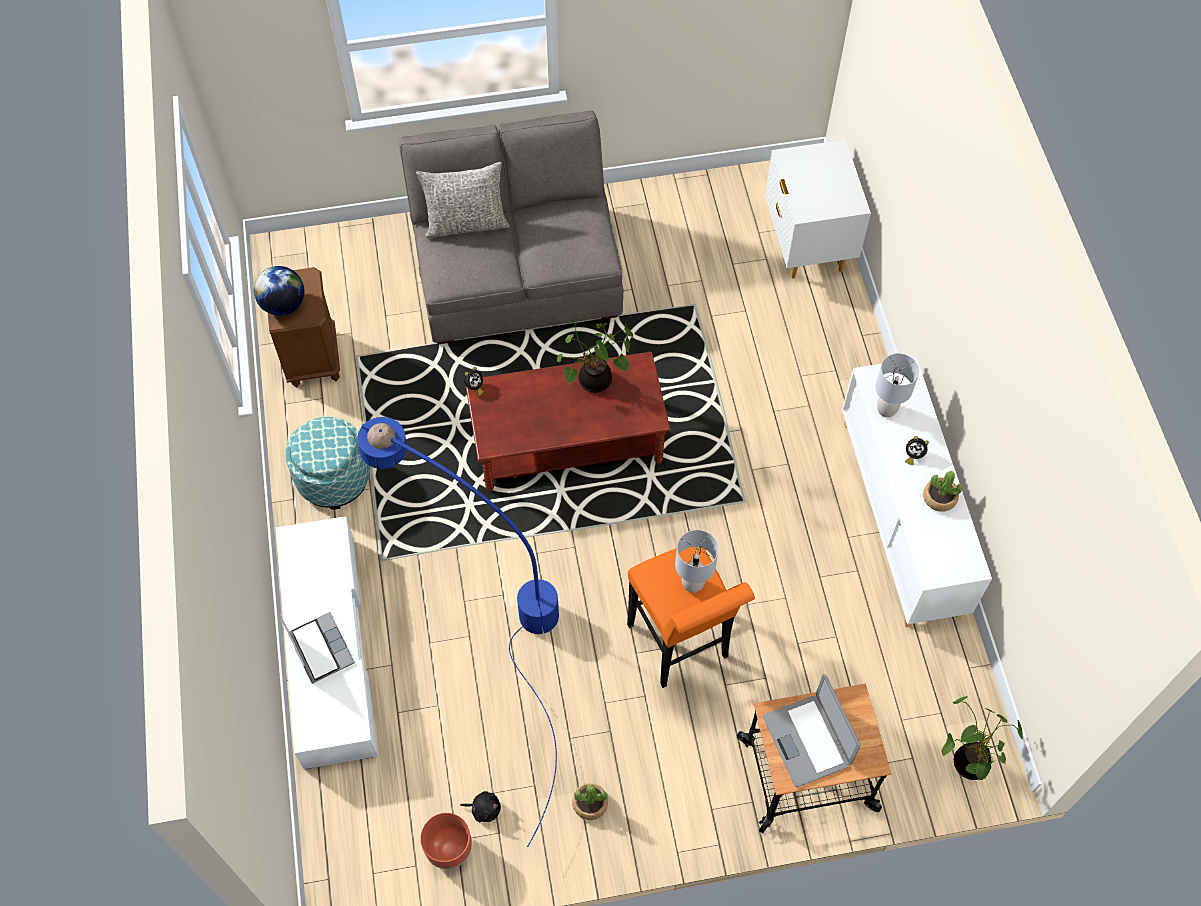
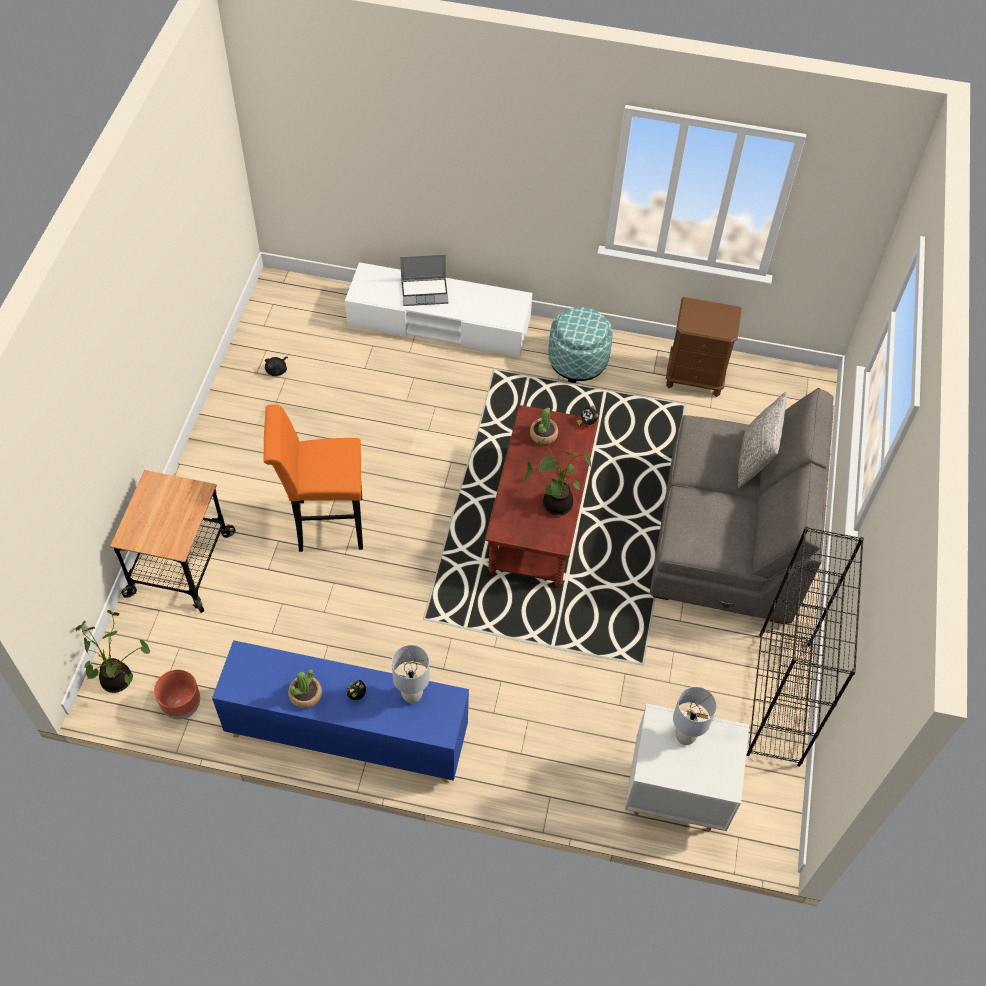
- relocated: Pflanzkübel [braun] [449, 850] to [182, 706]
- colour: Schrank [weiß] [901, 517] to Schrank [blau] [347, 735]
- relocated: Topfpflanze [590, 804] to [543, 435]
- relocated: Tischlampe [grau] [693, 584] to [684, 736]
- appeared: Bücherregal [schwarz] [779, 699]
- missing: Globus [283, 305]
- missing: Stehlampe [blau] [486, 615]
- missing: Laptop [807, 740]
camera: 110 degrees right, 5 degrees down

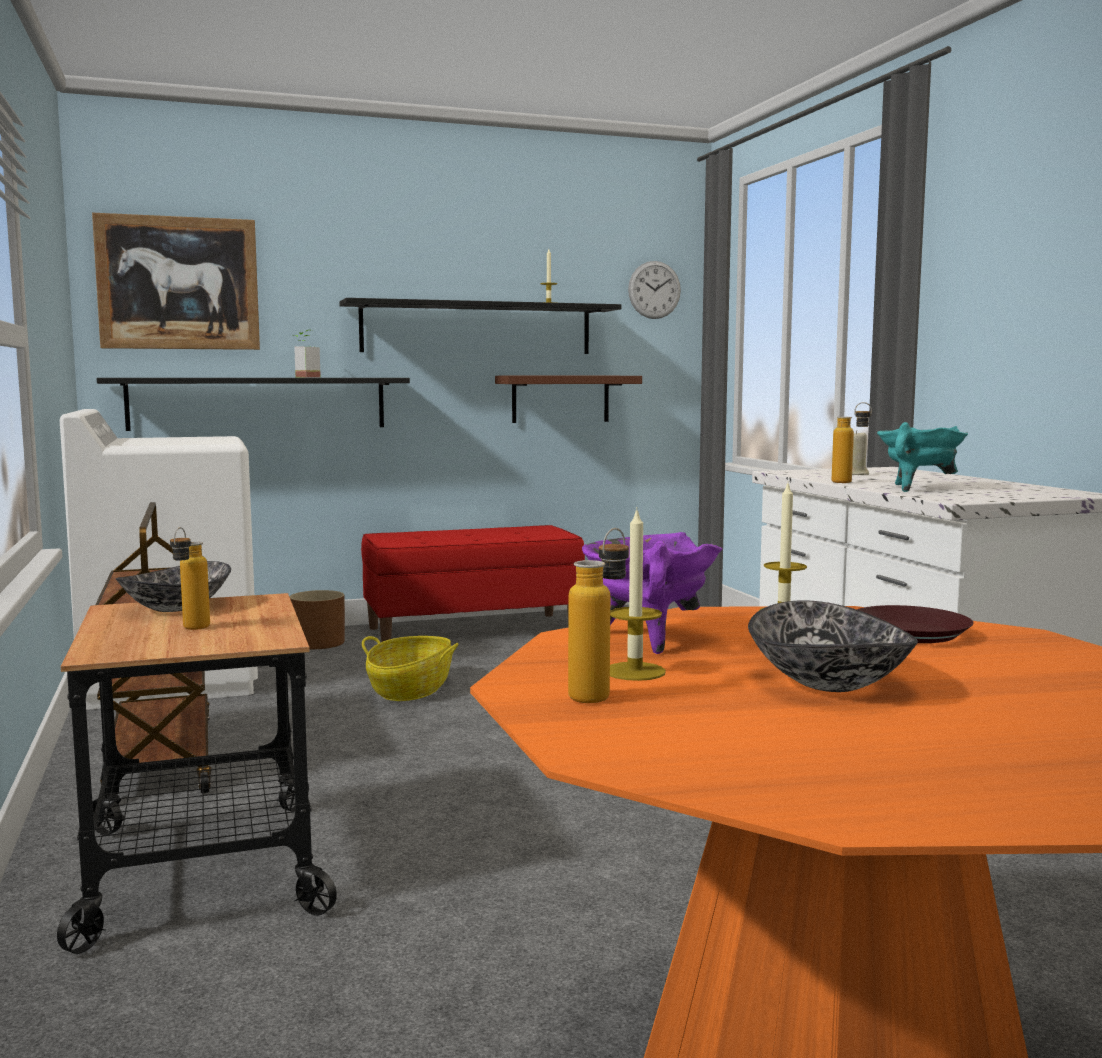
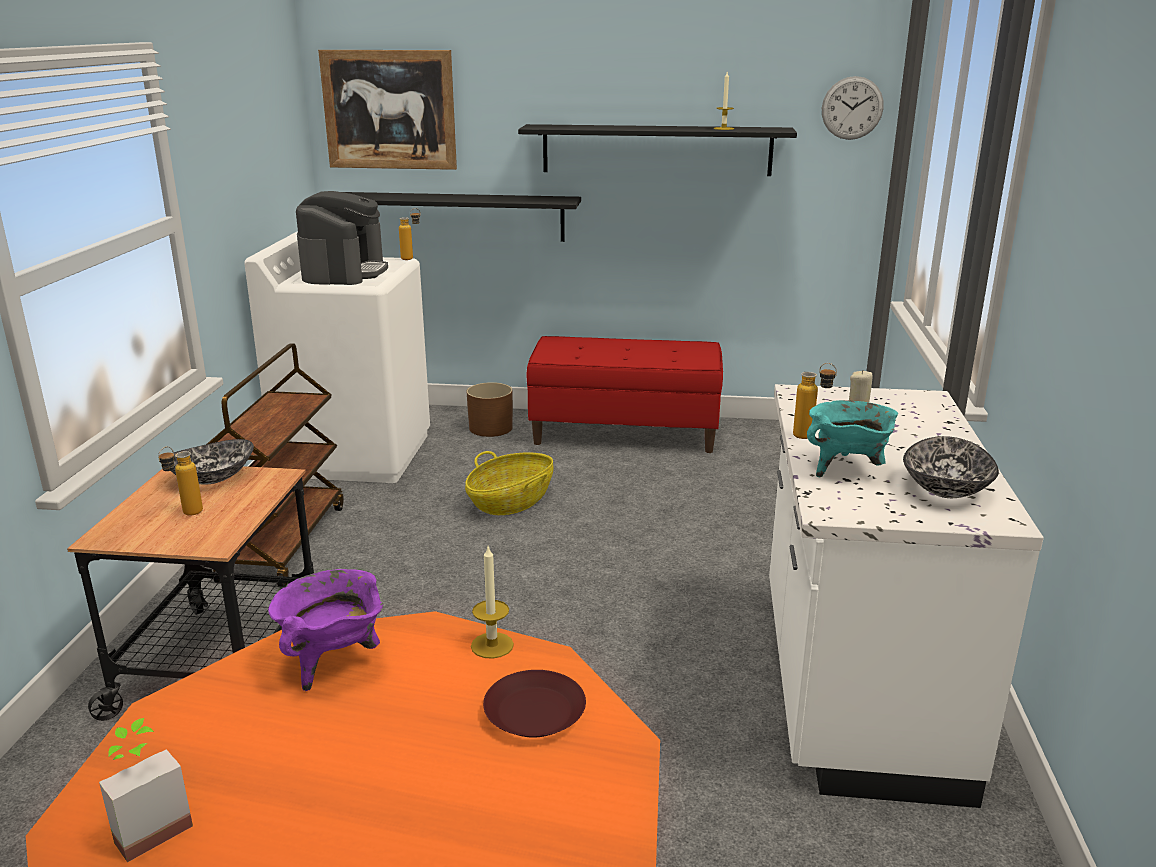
- relocated: Topfpflanze [303, 377] to [148, 826]
- appeared: Kaffeemaschine [344, 272]
- relocated: Flasche [599, 694] to [412, 258]
- relocated: Schüssel [830, 682] to [947, 489]
- missing: Wandregal [braun] [560, 399]
- missing: Kerze [634, 671]
camera: 25 degrees right, 15 degrees up

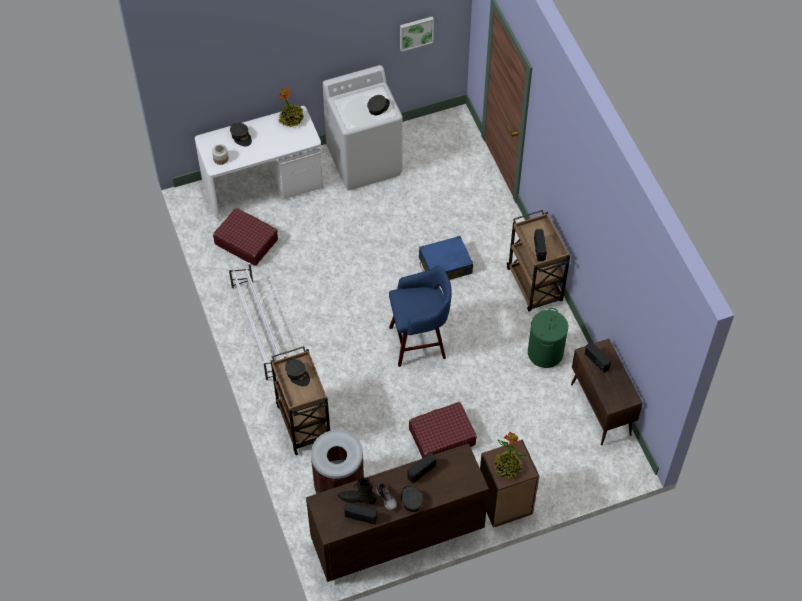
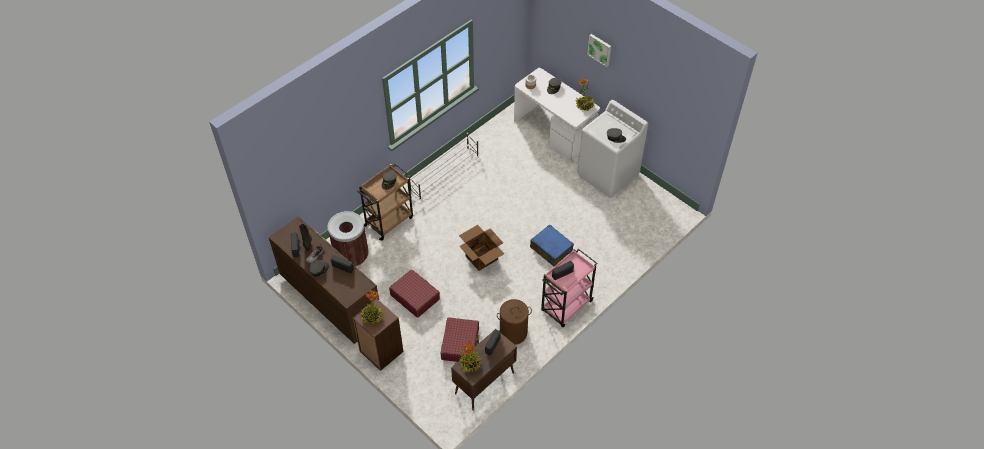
- relocated: Koffer [rot] [246, 242] to [460, 344]
- appeared: Topfpflanze [470, 364]
- exchanged: Hocker [blau] [419, 342] to Karton [481, 258]
- colour: Wäschekorb [grün] [545, 353] to Wäschekorb [braun] [513, 333]
- colour: Rollwagen [braun] [535, 286] to Rollwagen [rosa] [566, 307]
- relocated: Bild [416, 32] to [600, 49]
camera: 65 degrees right, 5 degrees down

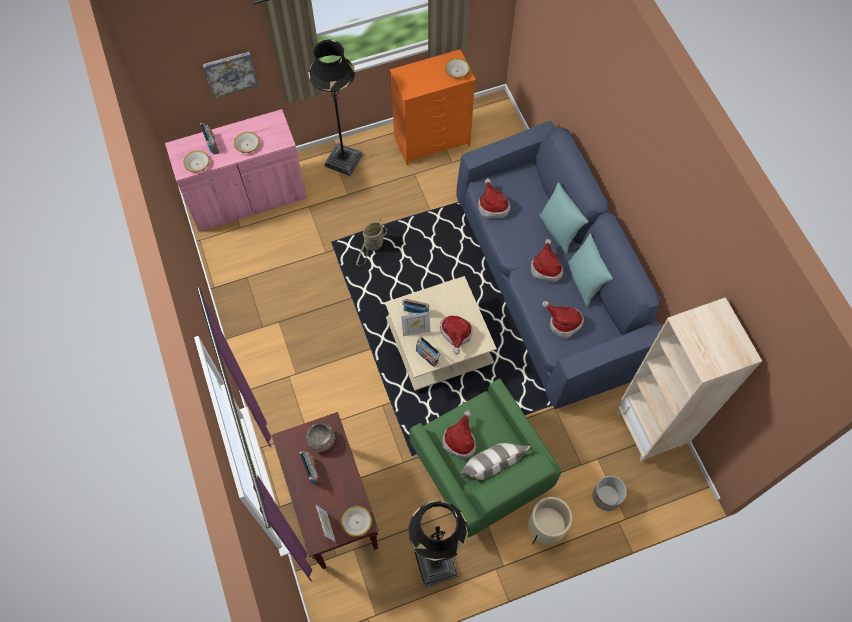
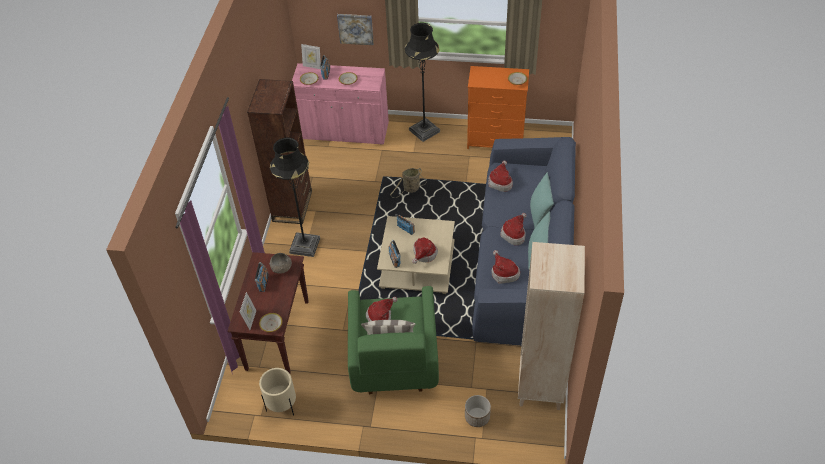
- appeared: Bücherregal [braun] [292, 206]
- relocated: Pflanzkübel [beige] [544, 529] to [282, 406]
- relocated: Stehlampe [schwarz] [436, 564] to [305, 245]
- relocated: Bilderrahmen [416, 331] to [312, 66]
camera: 30 degrees right, 15 degrees down

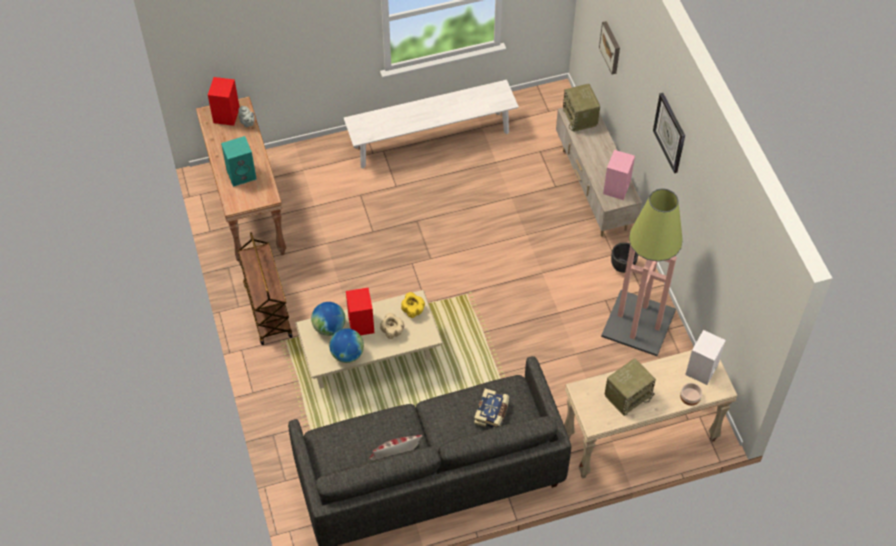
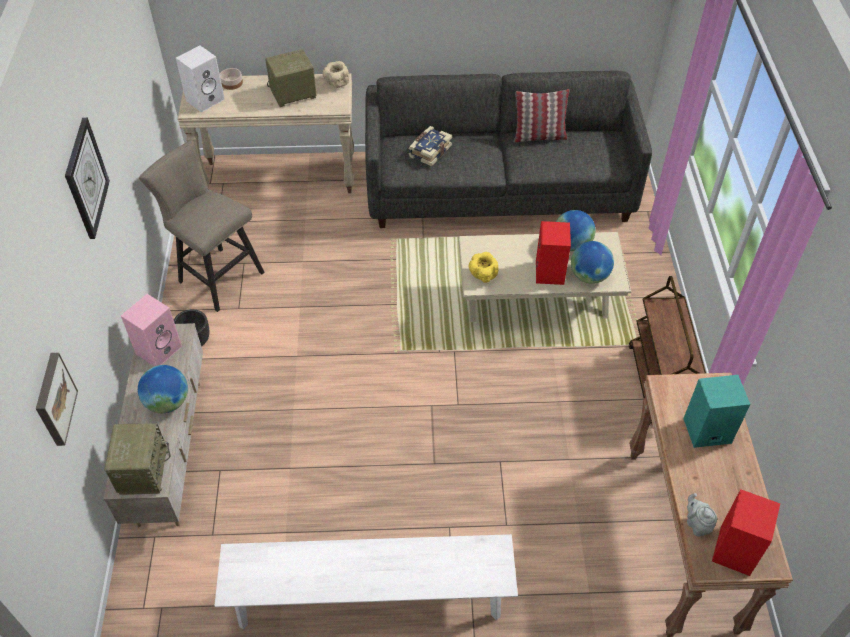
- appeared: Globus [168, 402]
- exchanged: Stehlampe [639, 324] to Hocker [beige] [216, 275]
- relocated: Schüssel [beige] [392, 331] to [336, 83]
camera: 165 degrees left, 5 degrees down

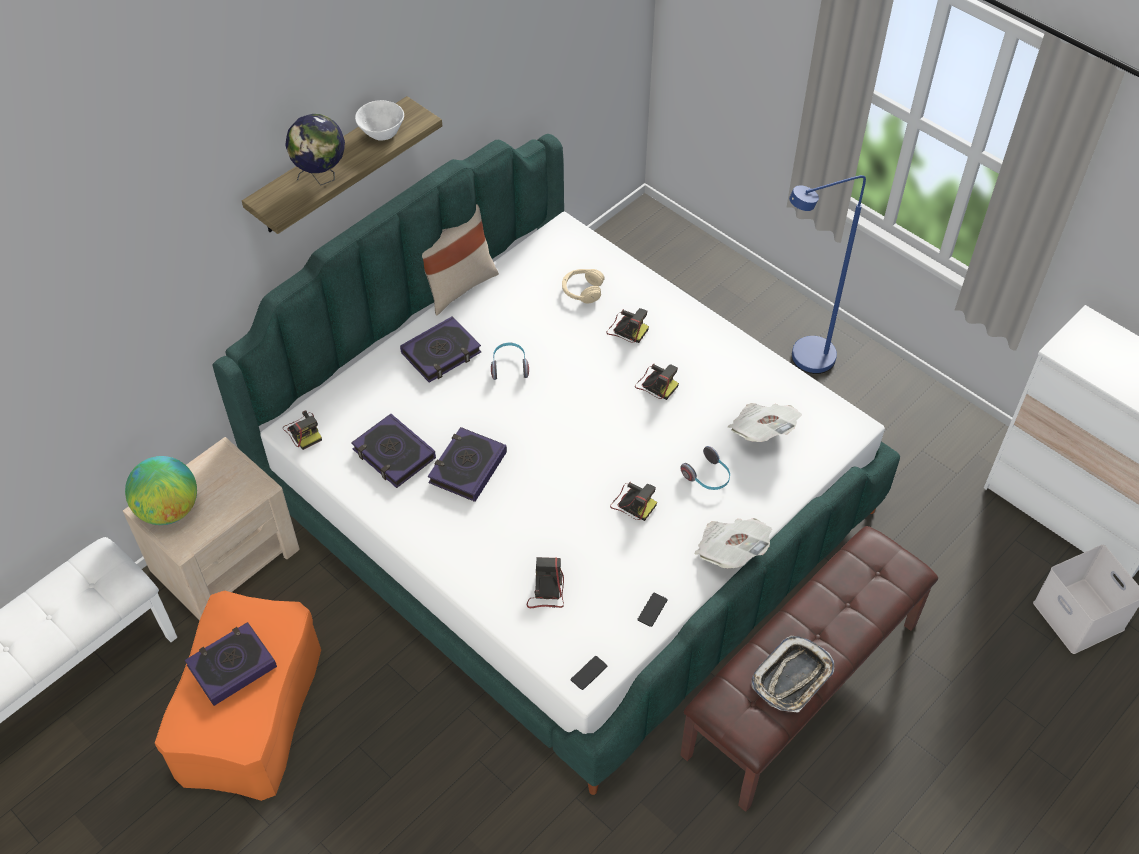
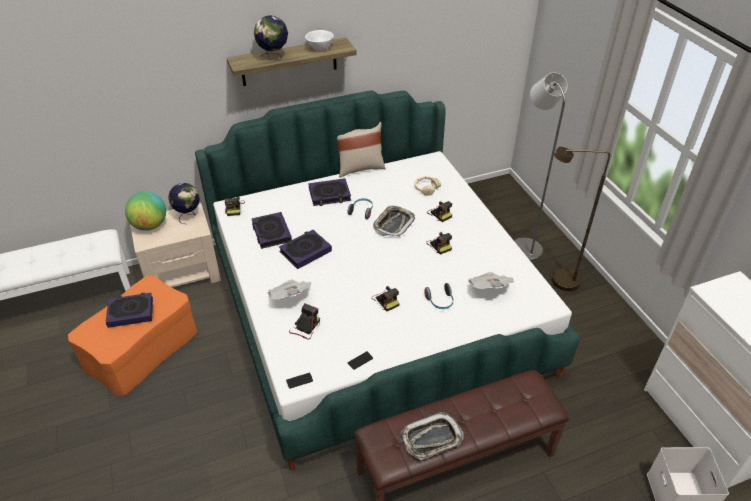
- appeared: Globus [188, 216]
- relocated: Zeitung [730, 551] to [290, 297]
- appeared: Tablett [393, 224]
- appeared: Stehlampe [grau] [523, 246]
- colour: Stehlampe [blau] [802, 362] to Stehlampe [braun] [557, 281]
camera: 25 degrees right, 10 degrees down

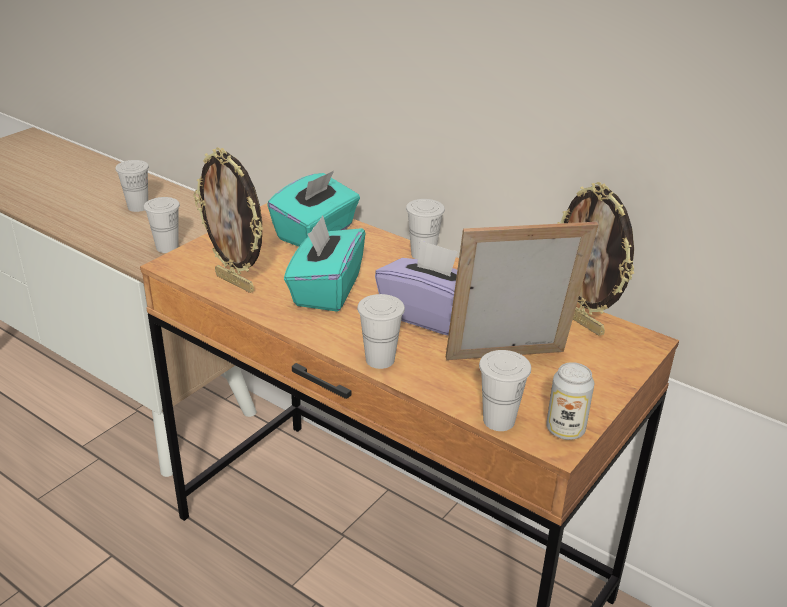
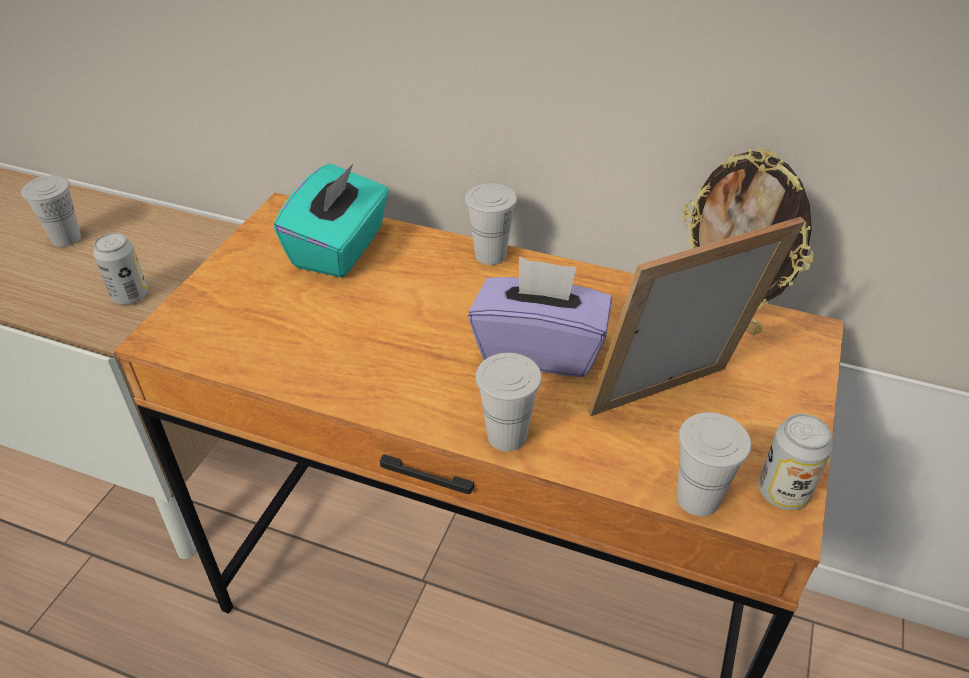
- exchanged: Tasse [weiß] [167, 247] to Dose [130, 295]
- missing: Bilderrahmen [236, 282]
- missing: Taschentuchbox [türkis] [326, 290]
camera: 15 degrees left, 10 degrees up

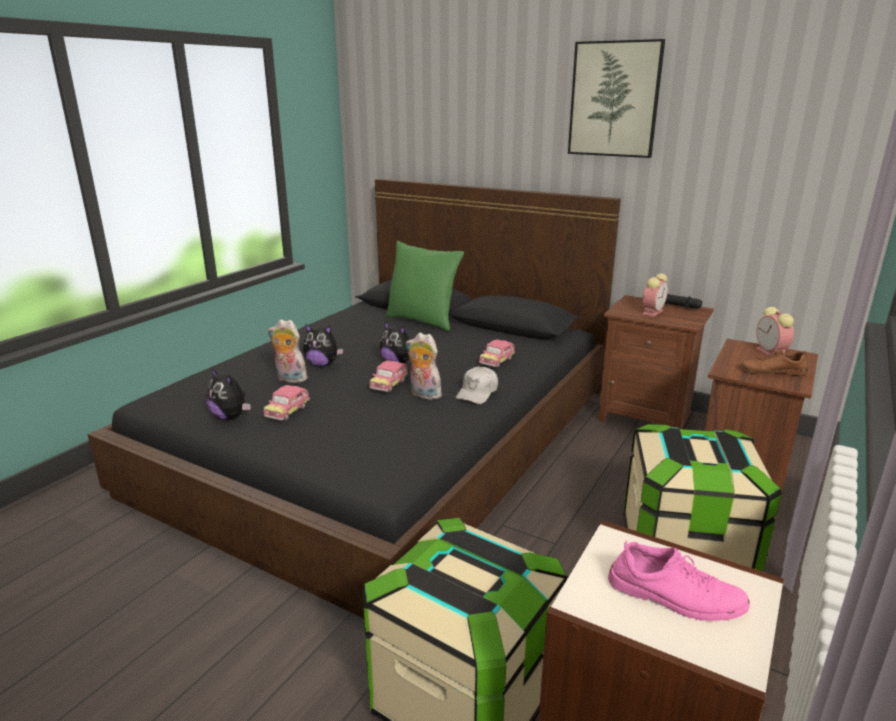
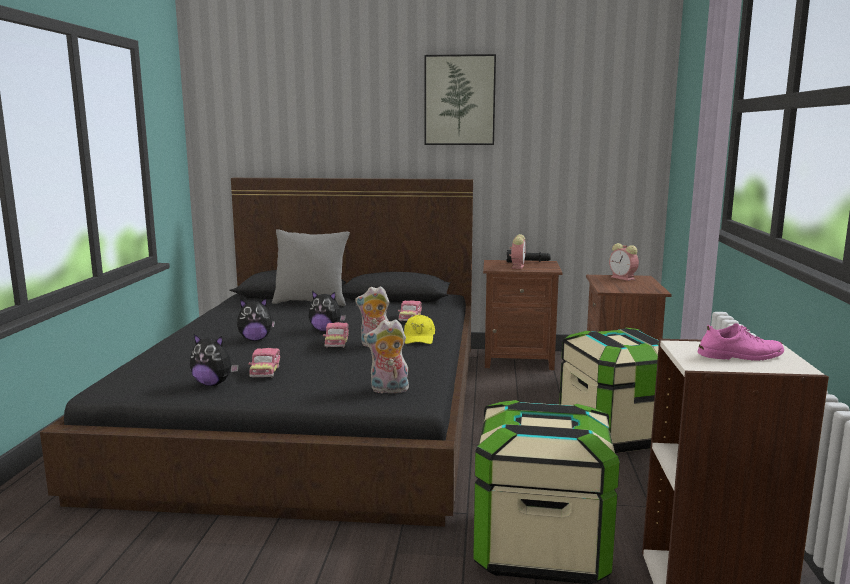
- colour: Kissen [grün] [423, 321] to Kissen [grau] [311, 302]
- relocated: Plüschtier [289, 379] to [388, 390]
- colour: Kappe [weiß] [477, 393] to Kappe [gelb] [419, 338]
- missing: Schuh [braun] [772, 371]
camera: 25 degrees left, 10 degrees down

